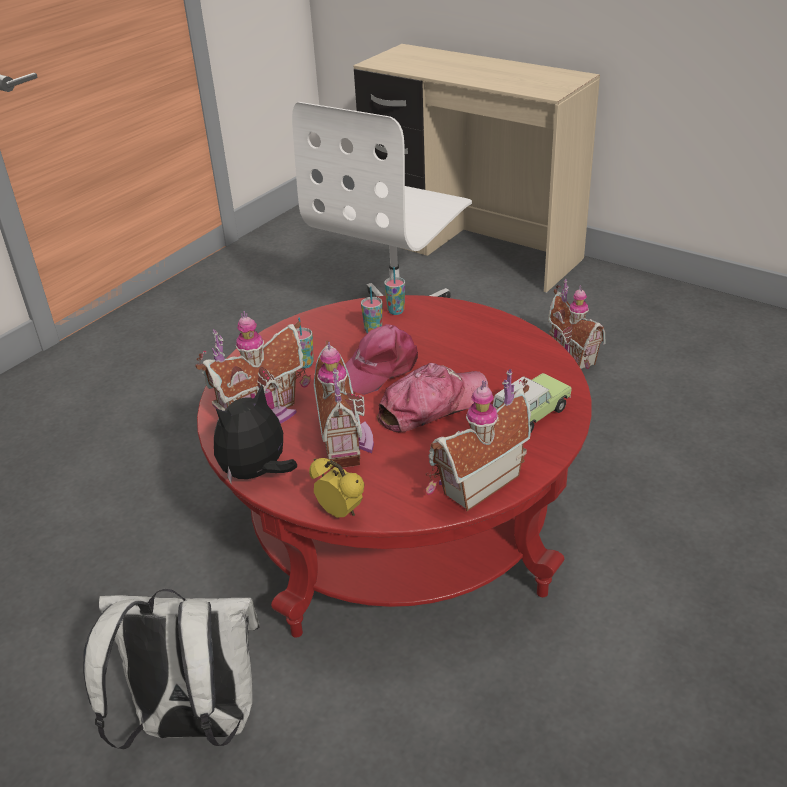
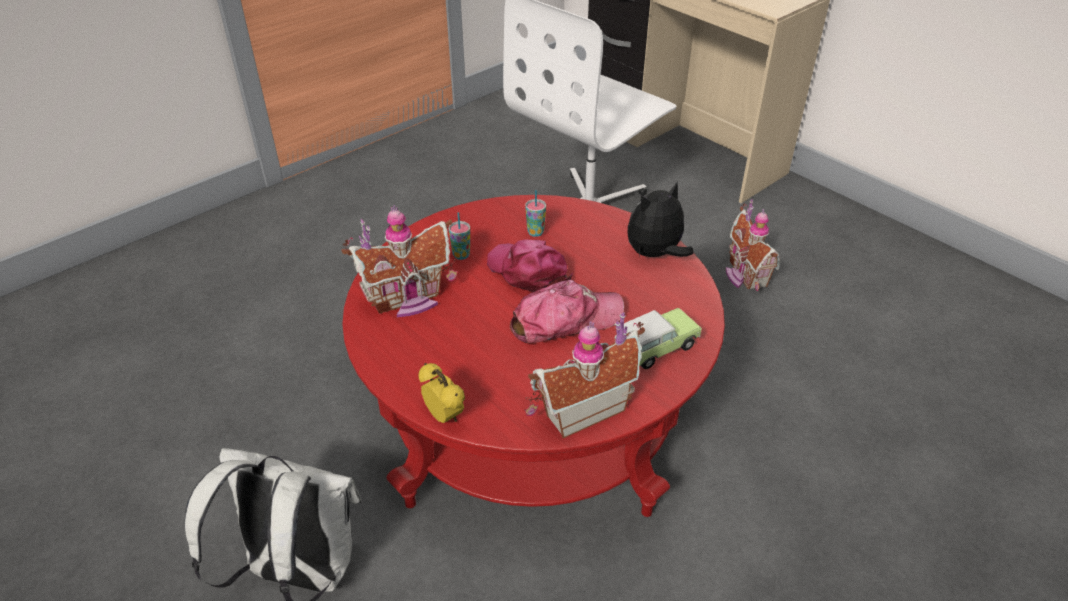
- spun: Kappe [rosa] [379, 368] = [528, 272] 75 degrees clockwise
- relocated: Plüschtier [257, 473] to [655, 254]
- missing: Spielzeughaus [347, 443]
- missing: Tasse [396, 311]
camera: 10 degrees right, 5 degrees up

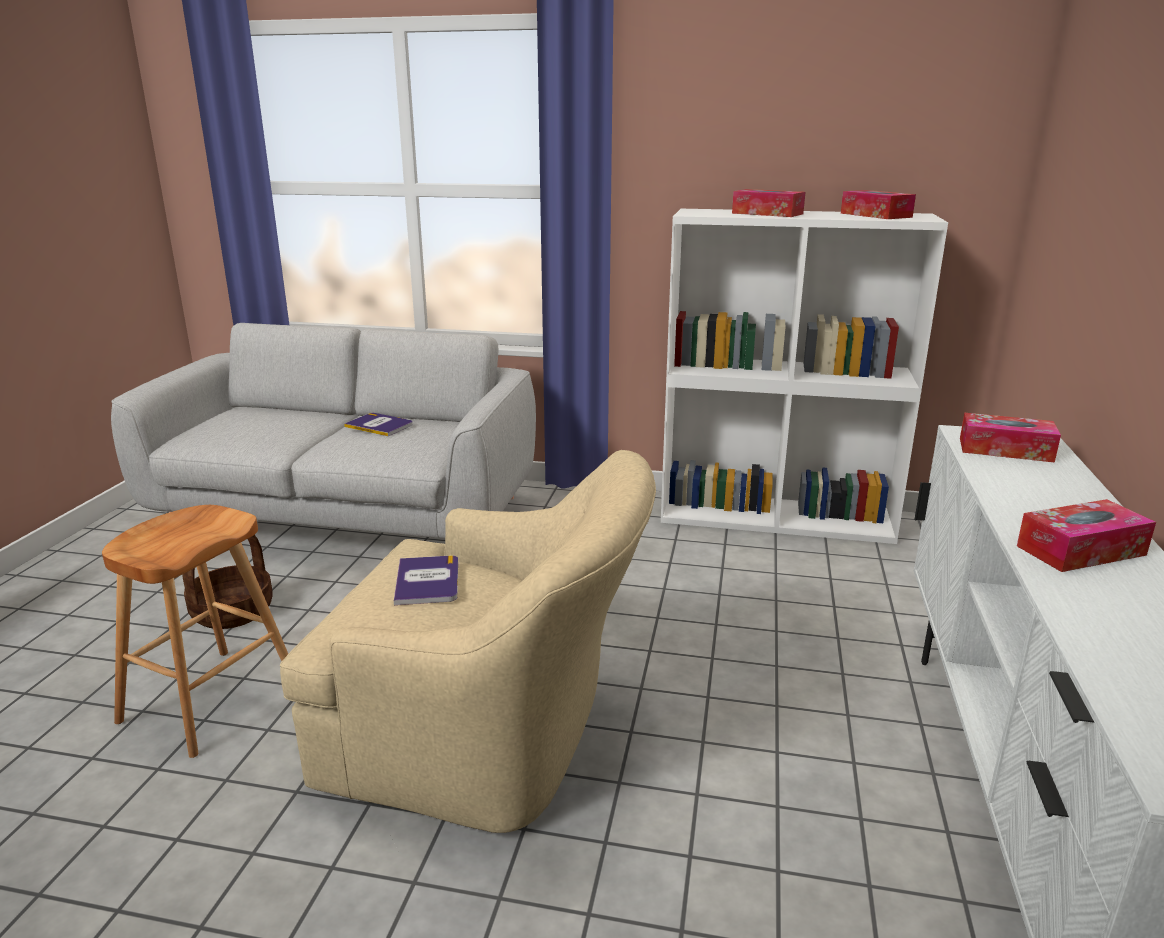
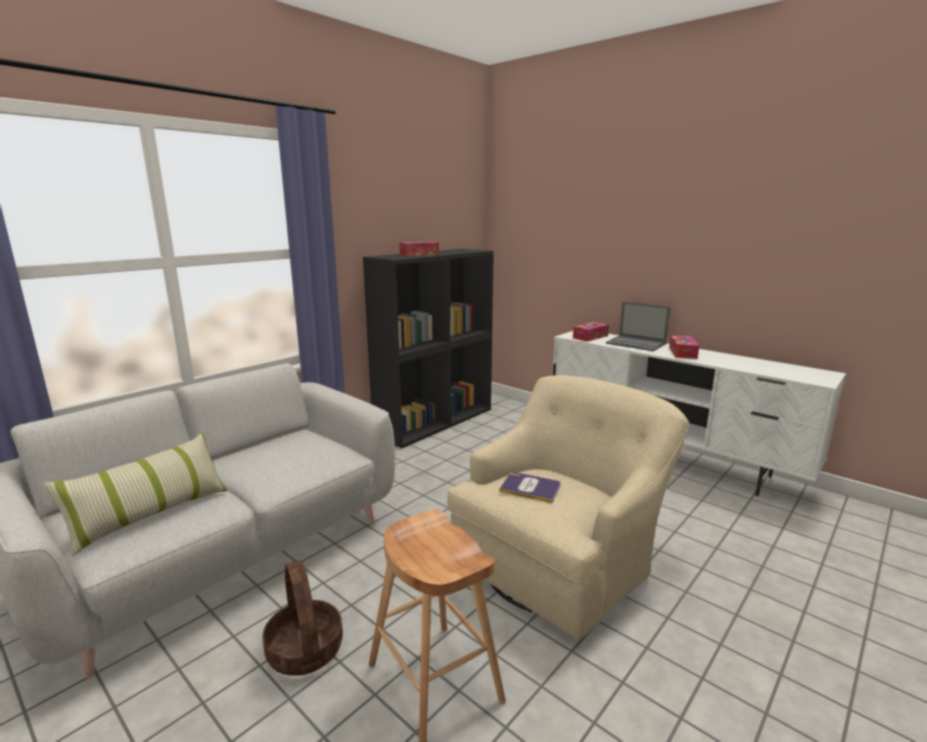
- appeared: Kissen [150, 515]
- colour: Bücherregal [weiß] [777, 516] to Bücherregal [schwarz] [435, 421]
- appeared: Laptop [636, 343]
- missing: Buch [379, 425]
- missing: Taschentuchbox [875, 215]
camera: 60 degrees left, 5 degrees down

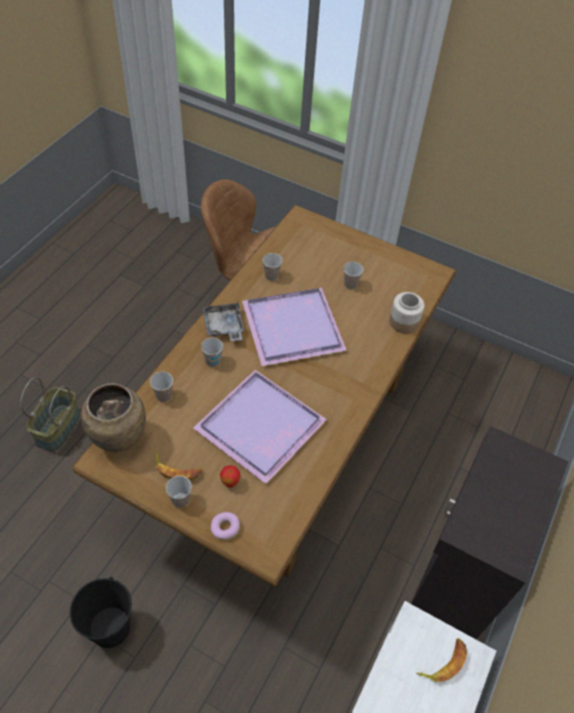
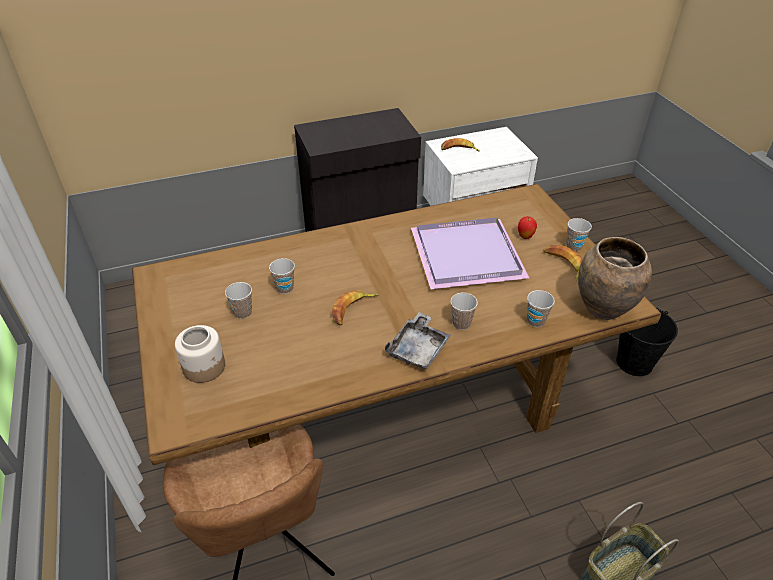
- relocated: Vorratsglas [403, 322] to [205, 367]
- relocated: Tasse [271, 276] to [285, 288]
- exchanged: Tablett [lila] [290, 326] to Banane [352, 310]
- missing: Donut [225, 528]
camera: 135 degrees left, 10 degrees down

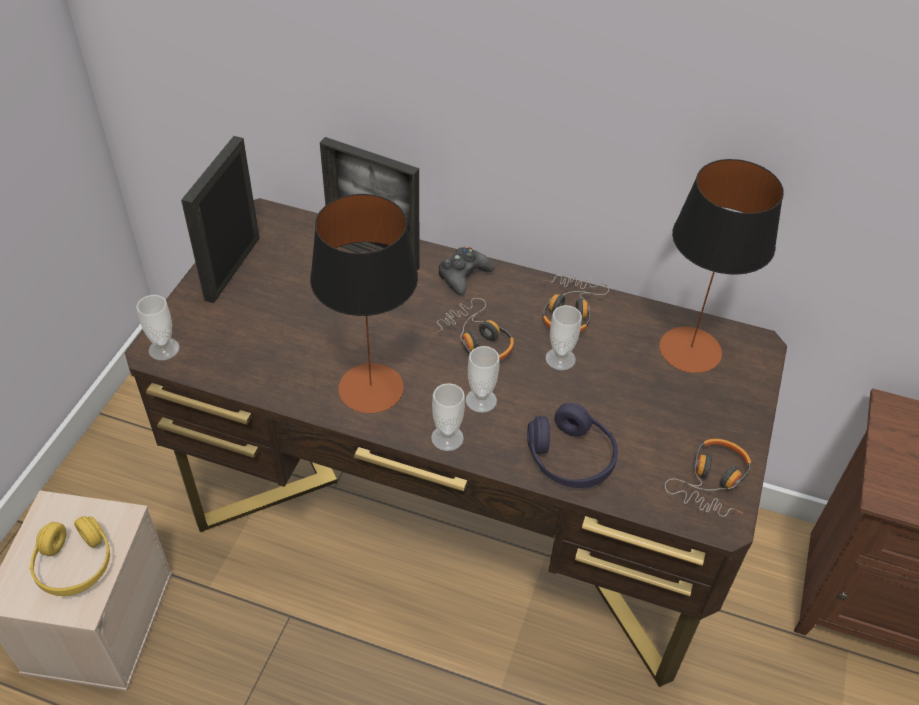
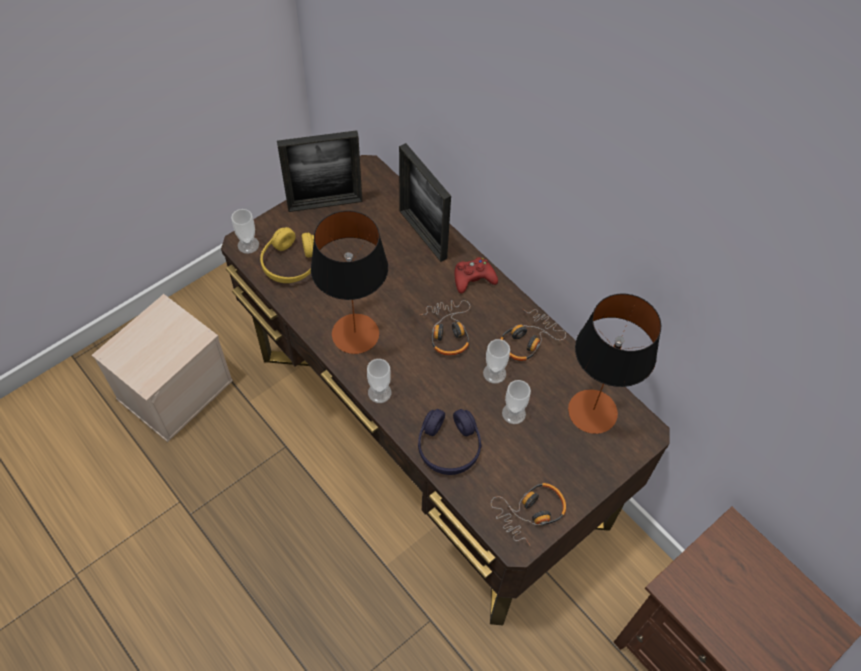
- relocated: Kopfhörer [gelb] [74, 564] to [290, 263]
- spun: Bilderrahmen [232, 268] = [325, 204] 150 degrees counterclockwise
- colour: Gamepad [schwarz] [463, 275] to Gamepad [rot] [473, 278]
- relocated: Tasse [481, 400] to [513, 413]
camera: 30 degrees right, 10 degrees up

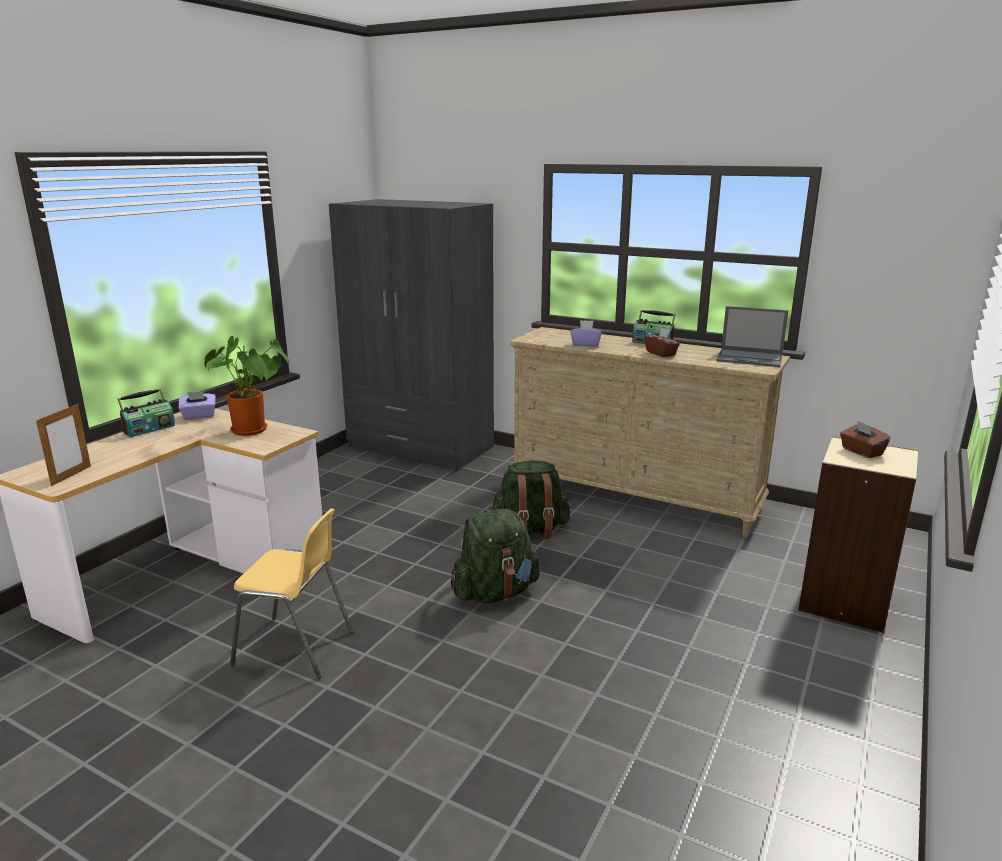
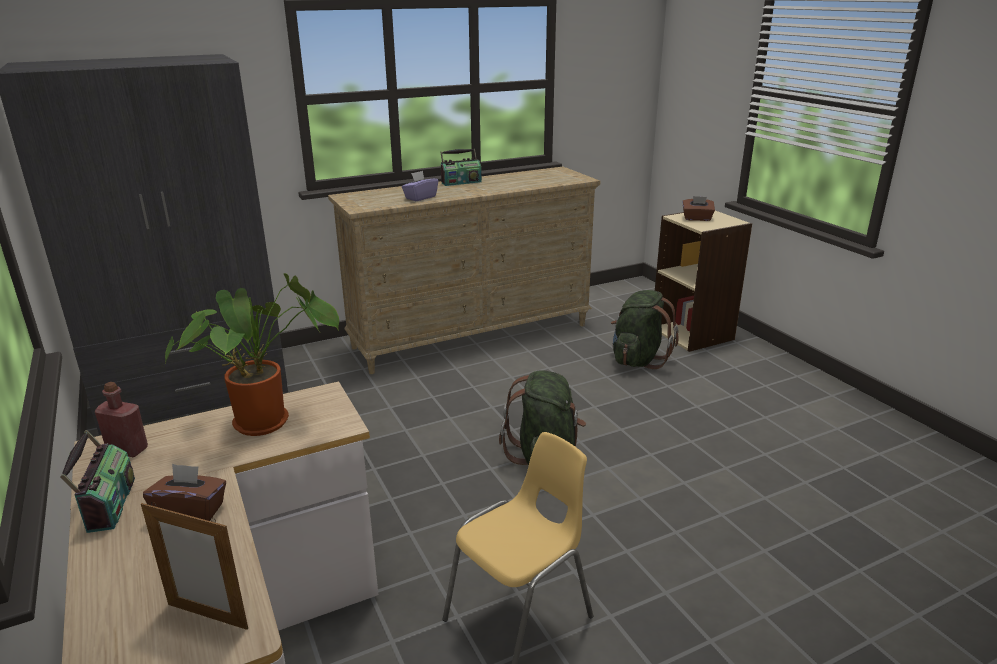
- exchanged: Taschentuchbox [lila] [199, 416] to Flasche [rot] [128, 450]
- spun: Bilderrahmen [71, 475] = [207, 616] 150 degrees clockwise
- relocated: Taschentuchbox [braun] [661, 353] to [191, 511]
- relocated: Rucksack [grün] [530, 530] to [638, 359]
- missing: Laptop [750, 358]
camera: 55 degrees left, 5 degrees up

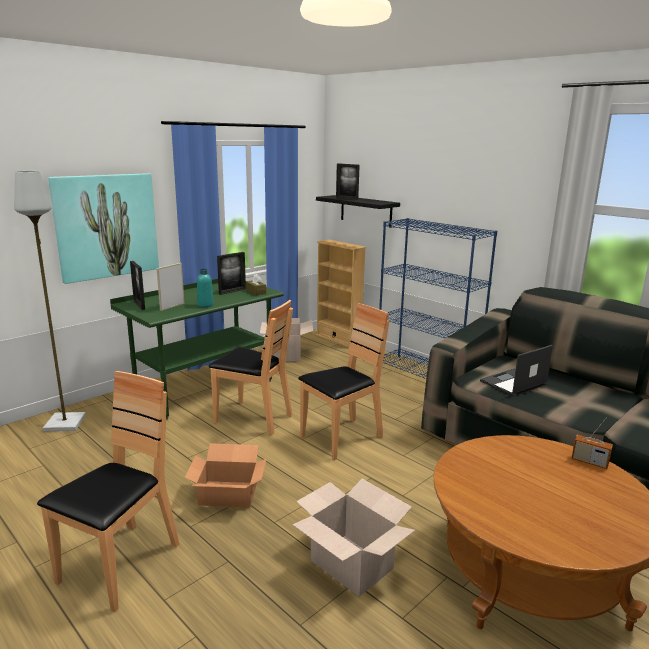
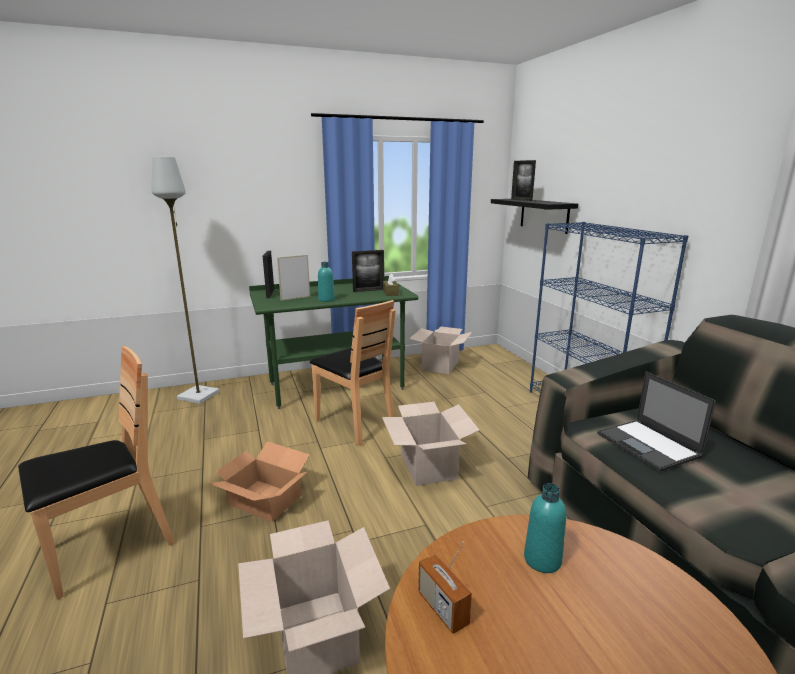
- exchanged: Stuhl [braun] [342, 438] to Karton [429, 466]
- relocated: Radio [589, 462] to [442, 608]
- appeared: Flasche [türkis] [542, 559]
- spun: Laptop [513, 383] = [649, 445] 105 degrees counterclockwise
- missing: Bild [106, 226]
- missing: Bücherregal [beige] [338, 339]
camera: 25 degrees right, 0 degrees up

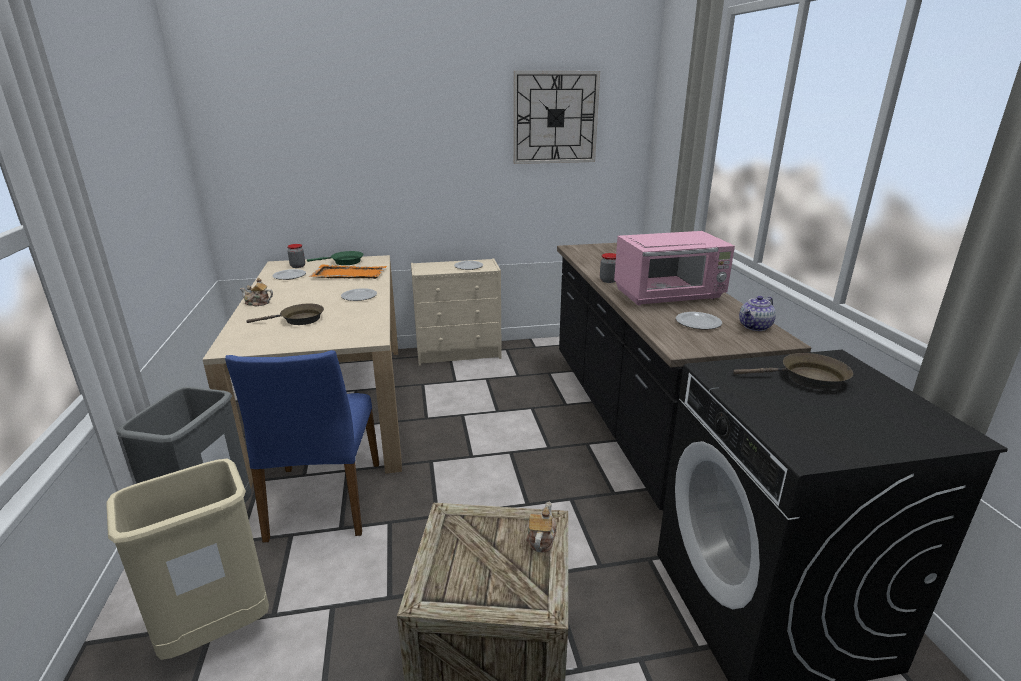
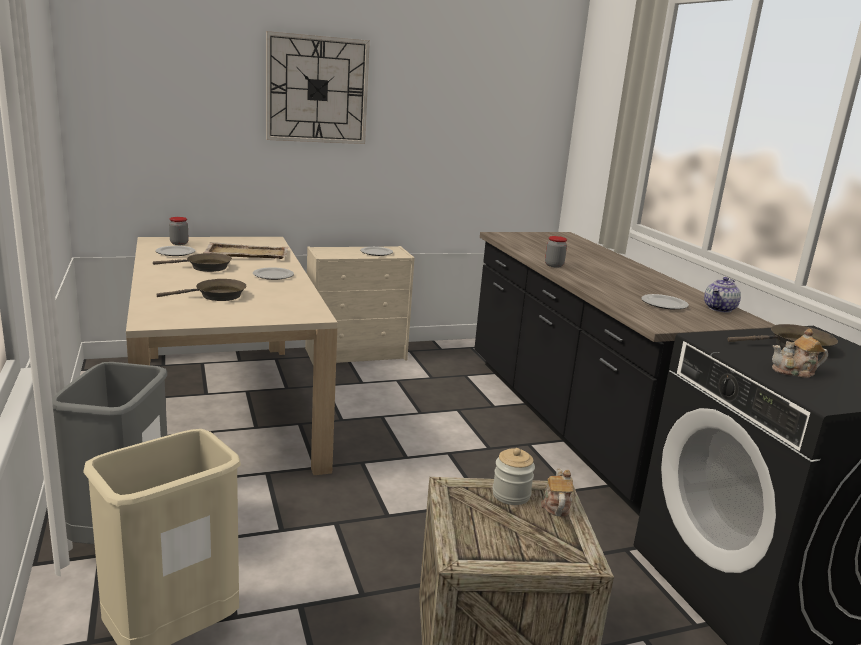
- appeared: Pfanne [braun] [205, 267]
- colour: Tablett [orange] [348, 274] to Tablett [beige] [246, 253]
- relocated: Wanduhr [555, 118] to [317, 90]
- appeared: Vorratsglas [511, 495]
- relocated: Teekanne [258, 303] to [795, 372]
- missing: Stuhl [blau] [323, 500]
- missing: Pfanne [grün] [344, 262]
- missing: Mikrowelle [rosa] [669, 295]
camera: 10 degrees left, 5 degrees down

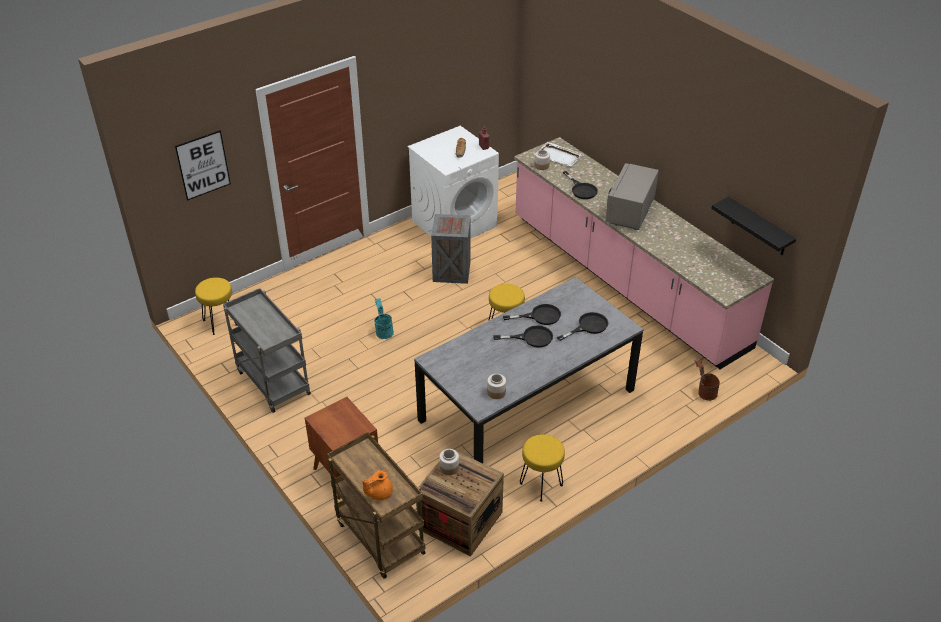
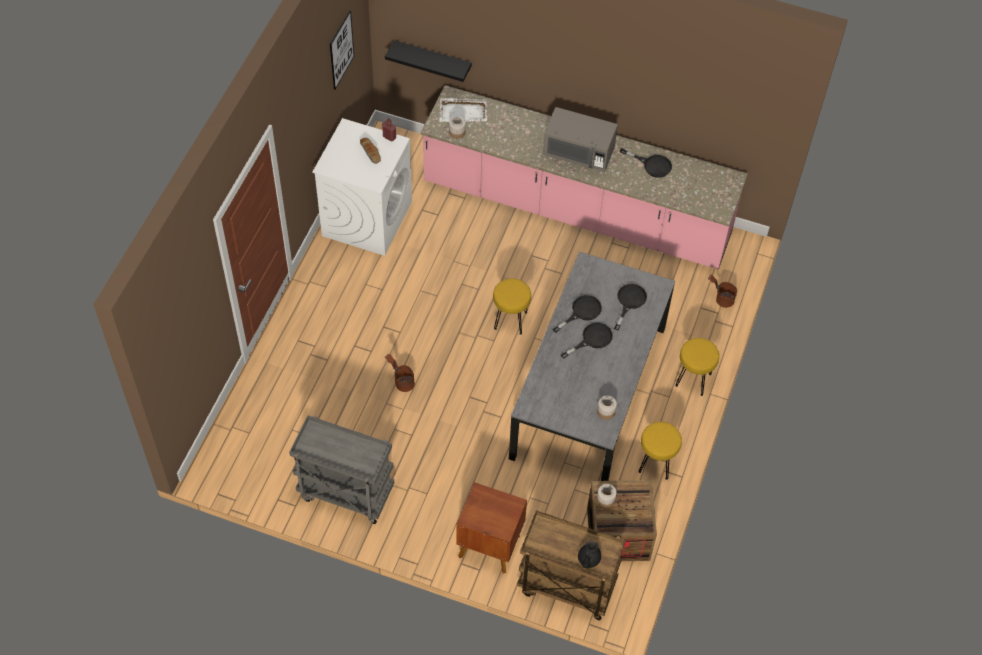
- relocated: Bild [203, 165] to [341, 50]
- relocated: Wandregal [schwarz] [759, 227] to [432, 60]
- colour: Eimer [türkis] [383, 331] to Eimer [braun] [401, 382]
- spun: Mikrowelle [grau] [630, 211] = [578, 152] 60 degrees counterclockwise
- colour: Teekanne [orange] [379, 493] to Teekanne [schwarz] [588, 559]
- relocated: Pfanne [schwarz] [581, 189] to [652, 165]
- relocated: Hocker [gelb] [220, 323] to [693, 380]
- missing: Kiste [451, 272]
camera: 35 degrees left, 15 degrees up

